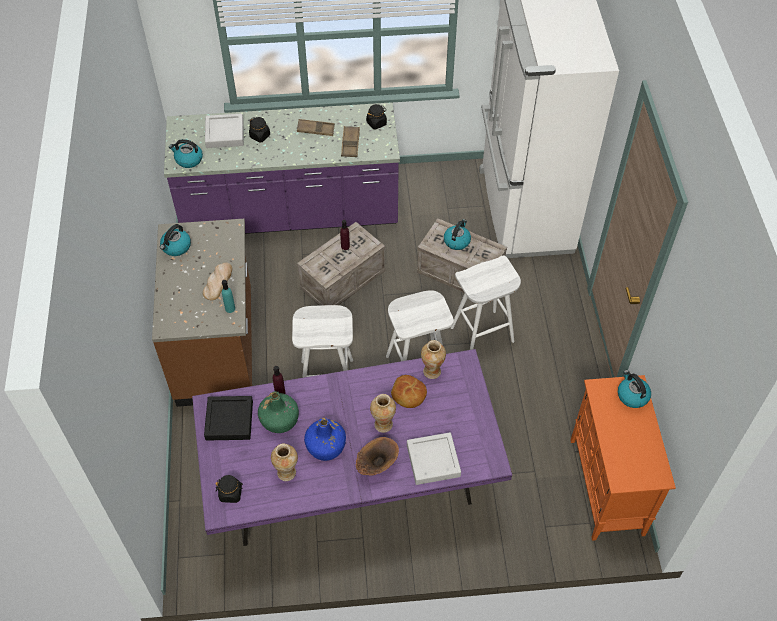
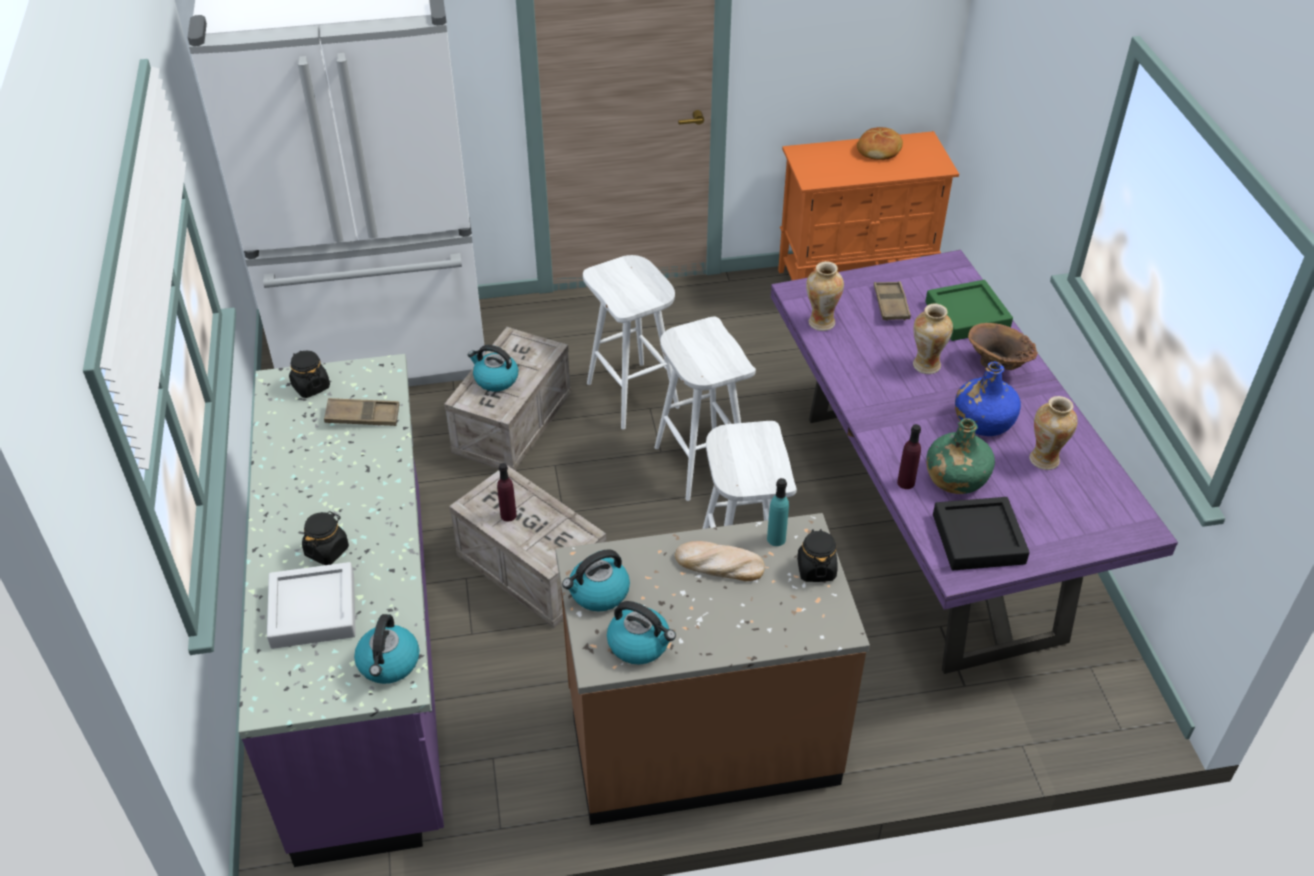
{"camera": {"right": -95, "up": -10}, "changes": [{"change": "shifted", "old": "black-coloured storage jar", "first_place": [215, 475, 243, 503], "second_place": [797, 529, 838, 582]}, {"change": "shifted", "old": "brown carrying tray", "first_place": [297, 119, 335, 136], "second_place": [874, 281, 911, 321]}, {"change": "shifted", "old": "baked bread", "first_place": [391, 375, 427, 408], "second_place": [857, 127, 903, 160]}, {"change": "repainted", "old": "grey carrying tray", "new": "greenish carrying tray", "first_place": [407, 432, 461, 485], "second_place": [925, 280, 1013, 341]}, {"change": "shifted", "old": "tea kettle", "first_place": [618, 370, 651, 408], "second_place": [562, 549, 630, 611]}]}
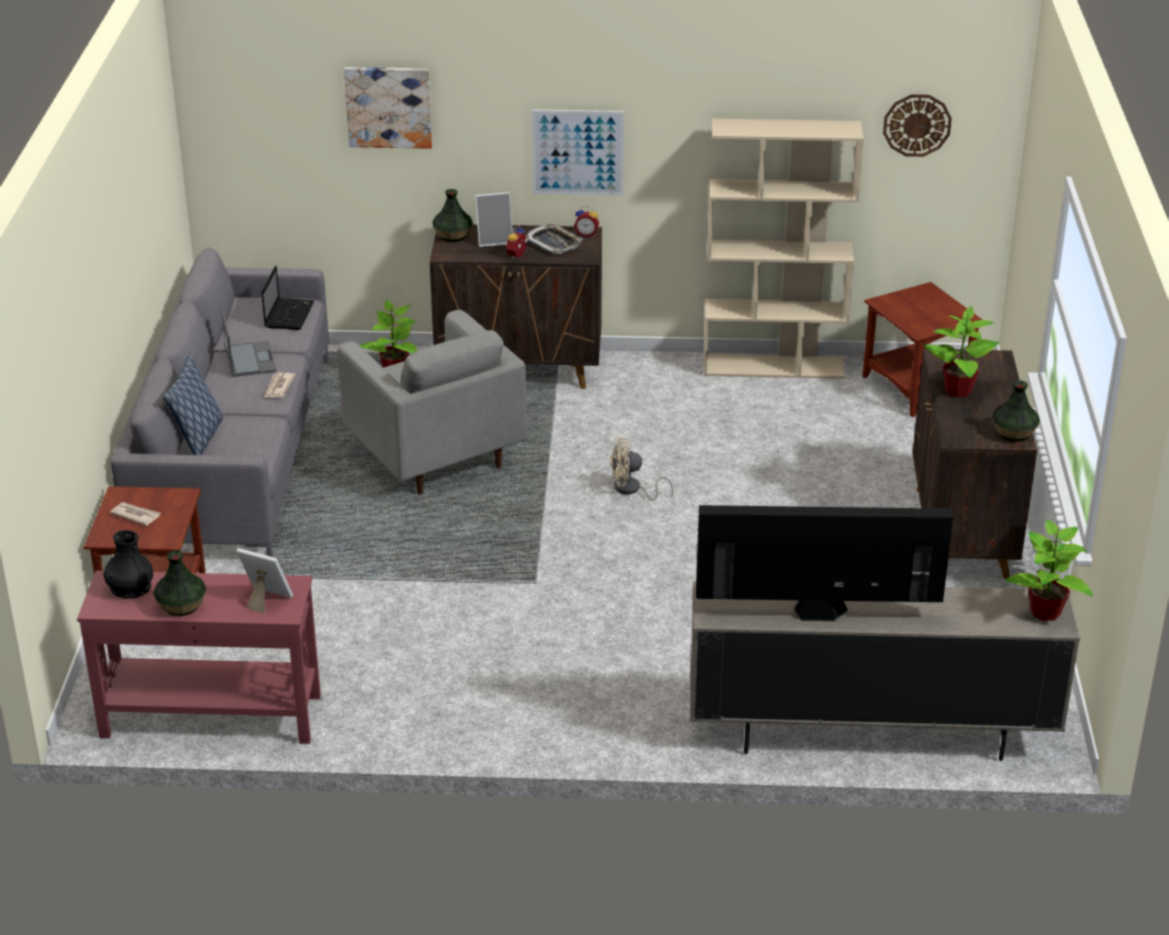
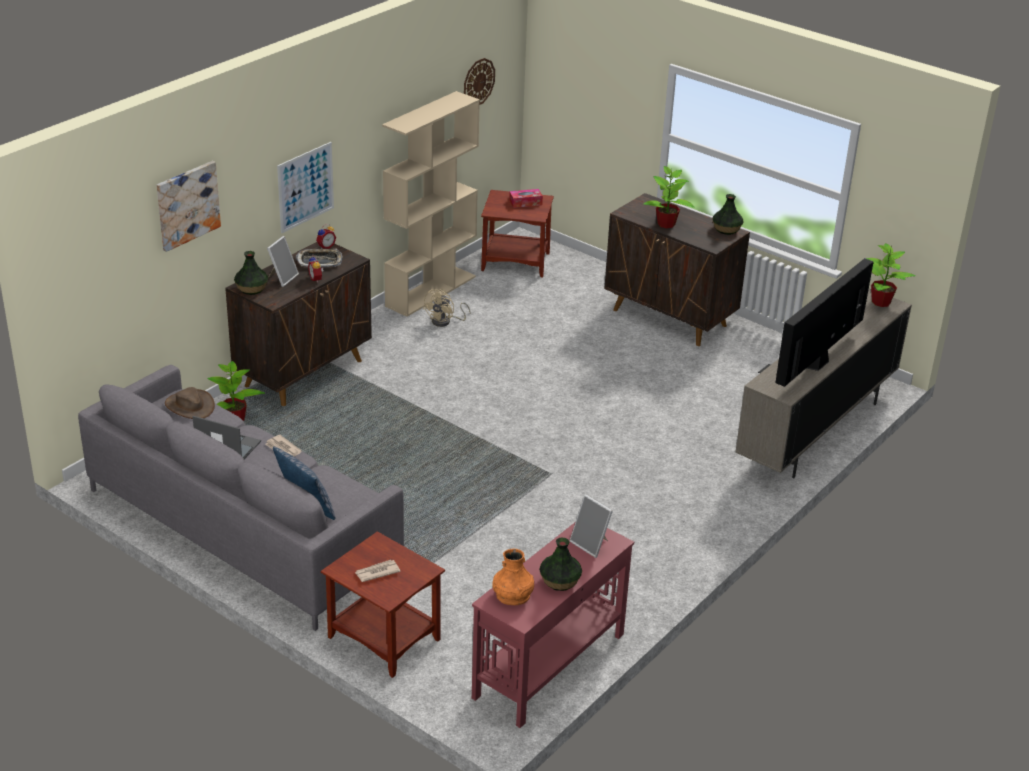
{"camera": {"right": -55, "up": 0}, "changes": [{"change": "repainted", "old": "black-coloured flower vase", "new": "orangey flower vase", "first_place": [103, 530, 153, 599], "second_place": [492, 549, 534, 605]}, {"change": "rotated", "old": "standing frame", "first_place": [236, 548, 293, 613], "second_place": [569, 494, 613, 558], "degrees": -105}, {"change": "swapped", "old": "portable computer", "new": "brown hat", "first_place": [261, 265, 314, 330], "second_place": [165, 387, 215, 419]}, {"change": "gone", "old": "grey easy chair", "first_place": [337, 310, 527, 495]}, {"change": "shifted", "old": "sand-coloured fan", "first_place": [610, 438, 674, 501], "second_place": [423, 289, 471, 327]}, {"change": "new", "new": "tissue box", "second_place": [509, 189, 543, 208]}]}
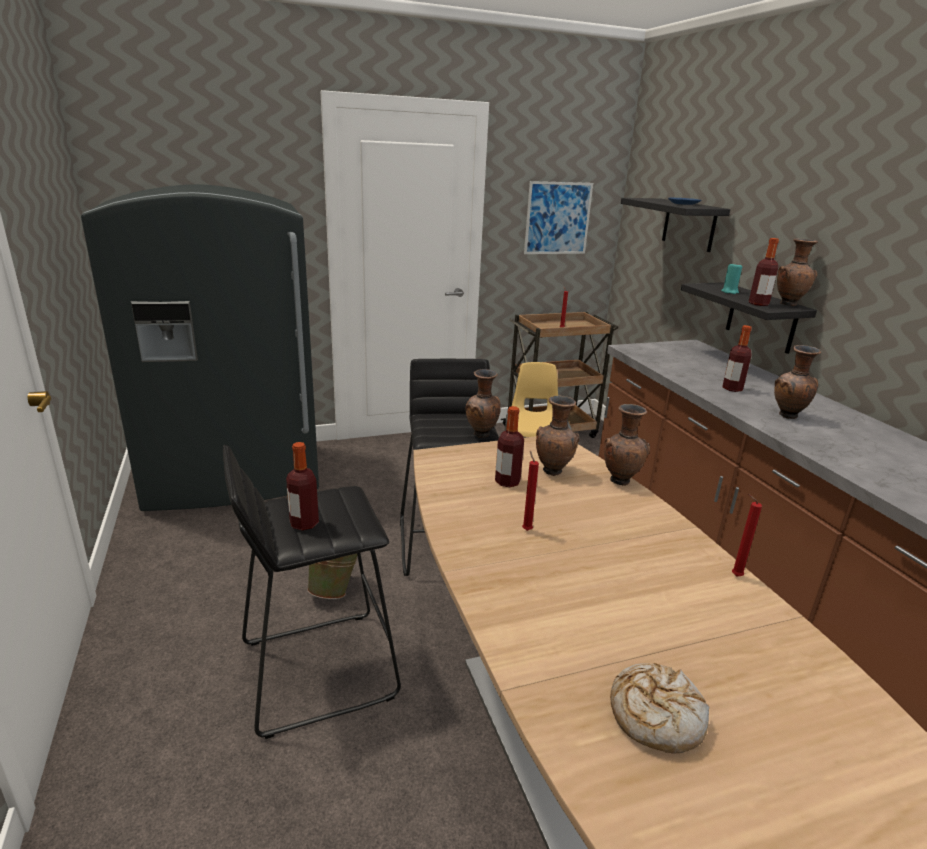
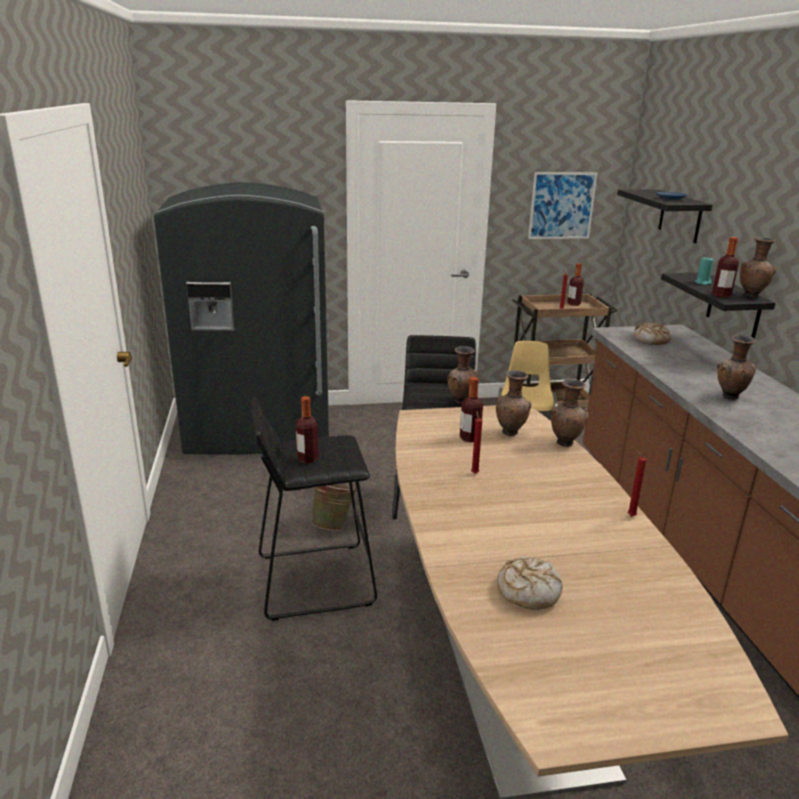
{"camera": {"right": 10, "up": 0}, "changes": [{"change": "shifted", "old": "drink bottle", "first_place": [722, 325, 752, 392], "second_place": [567, 263, 584, 306]}, {"change": "new", "new": "baked bread", "second_place": [634, 322, 671, 345]}]}
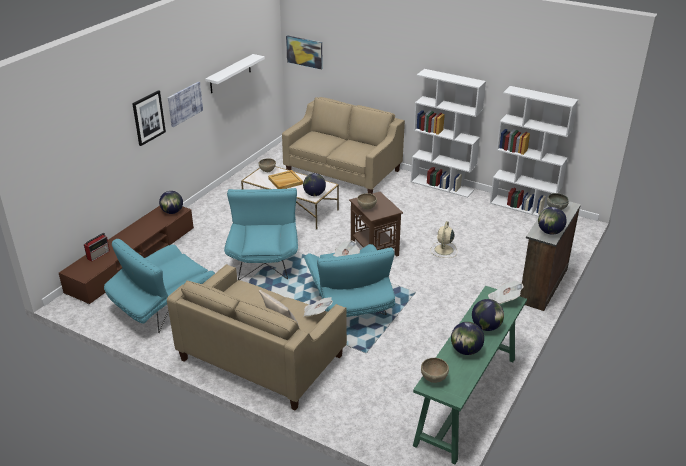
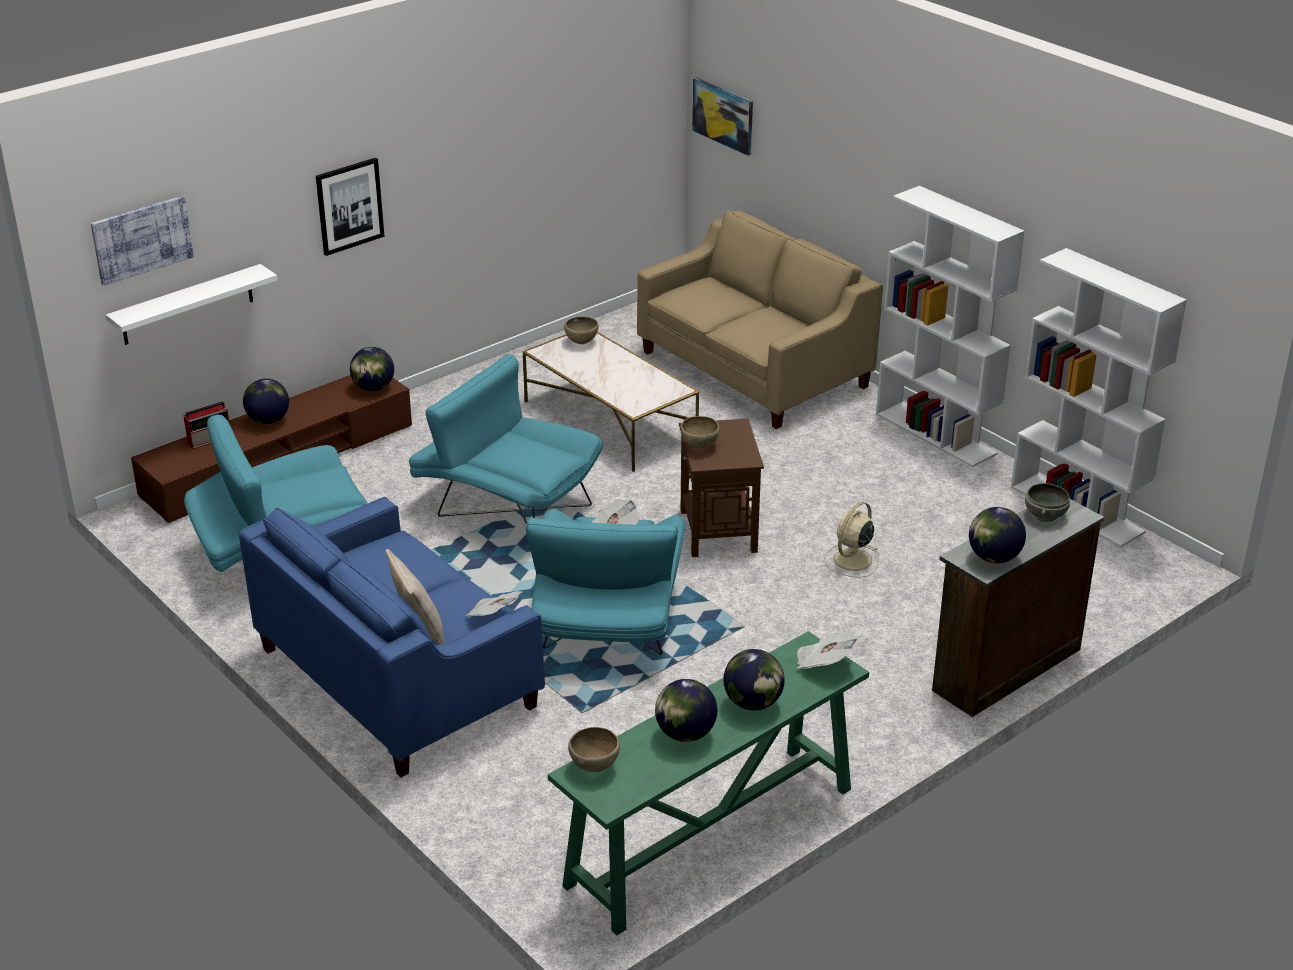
{"camera": {"right": 20, "up": 0}, "changes": [{"change": "repainted", "old": "sand-coloured couch", "new": "blue-coloured couch", "first_place": [167, 264, 347, 411], "second_place": [239, 497, 545, 777]}, {"change": "shifted", "old": "wall art", "first_place": [168, 81, 203, 127], "second_place": [91, 196, 194, 286]}, {"change": "shifted", "old": "whitish shelf", "first_place": [205, 54, 265, 93], "second_place": [106, 264, 278, 345]}, {"change": "rotated", "old": "turquoise easy chair", "first_place": [224, 188, 298, 280], "second_place": [409, 354, 603, 525], "degrees": -75}, {"change": "gone", "old": "sand-coloured carrying tray", "first_place": [268, 170, 303, 189]}, {"change": "shifted", "old": "globe", "first_place": [303, 173, 326, 196], "second_place": [243, 379, 289, 424]}]}
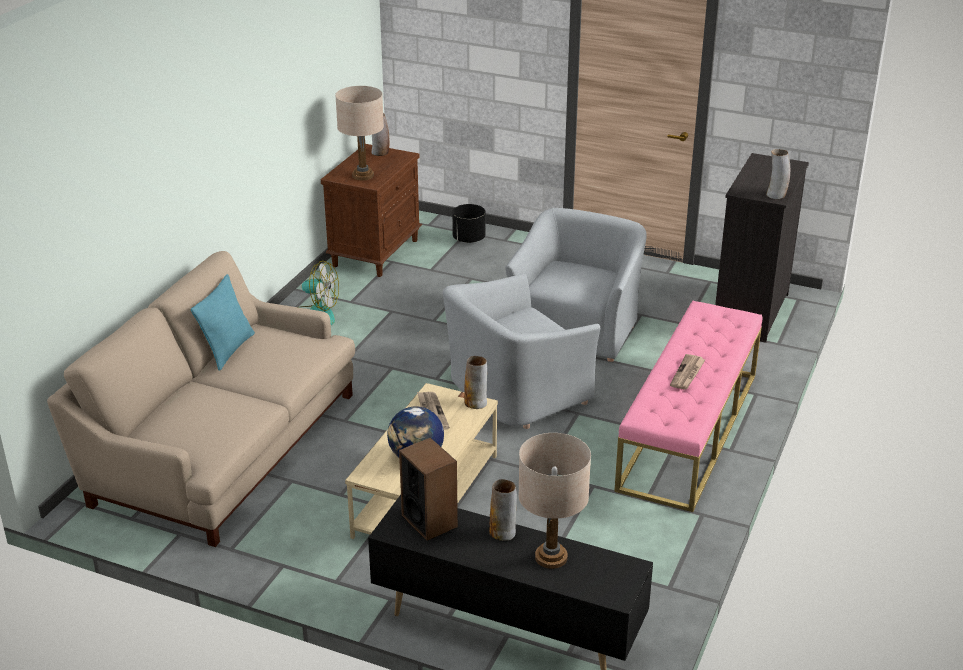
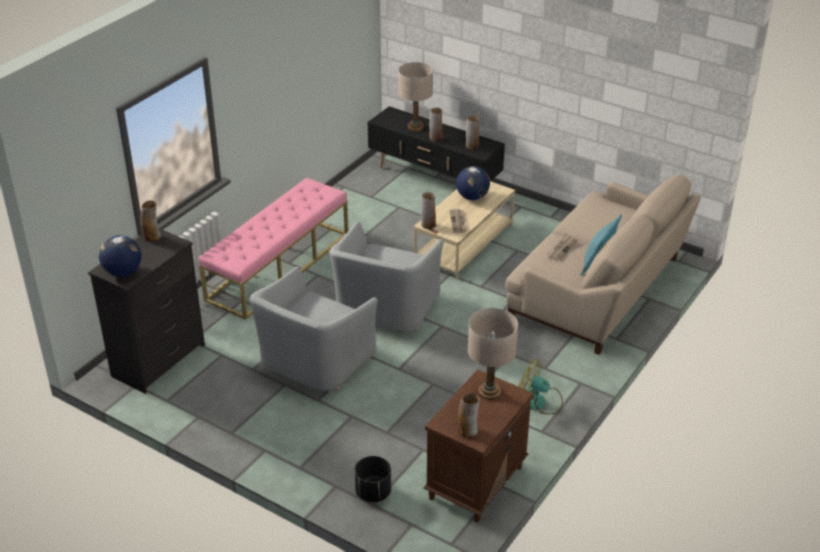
{"camera": {"right": -170, "up": 5}, "changes": [{"change": "swapped", "old": "loudspeaker", "new": "flower vase", "first_place": [399, 438, 458, 541], "second_place": [466, 115, 479, 150]}, {"change": "rotated", "old": "grey easy chair", "first_place": [443, 274, 600, 429], "second_place": [329, 221, 444, 332], "degrees": 135}, {"change": "shifted", "old": "newspaper", "first_place": [670, 354, 705, 390], "second_place": [547, 234, 578, 261]}, {"change": "new", "new": "globe", "second_place": [99, 235, 141, 277]}]}
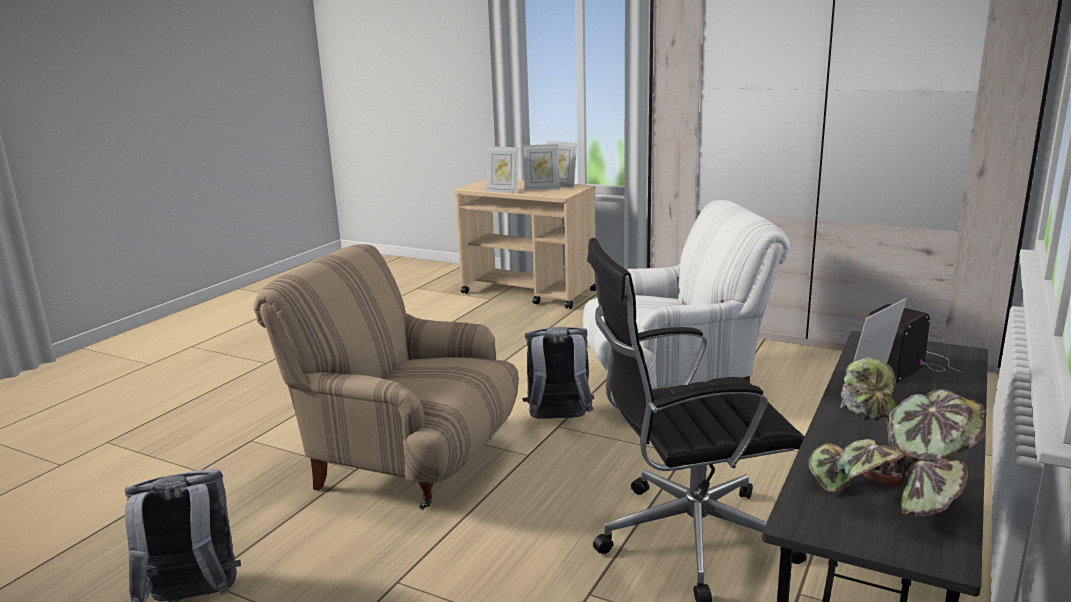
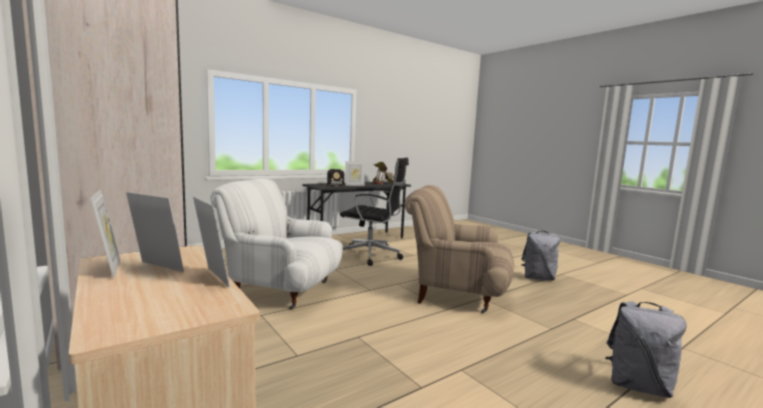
{"camera": {"right": -155, "up": -10}, "changes": [{"change": "rotated", "old": "sand-coloured easy chair", "first_place": [253, 244, 519, 510], "second_place": [404, 185, 514, 313], "degrees": 150}, {"change": "shifted", "old": "grey knapsack", "first_place": [522, 327, 594, 419], "second_place": [605, 301, 687, 398]}]}
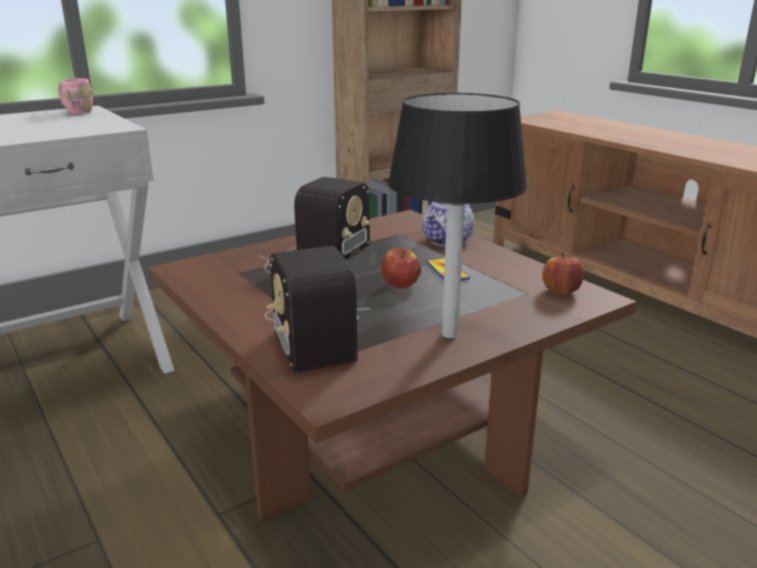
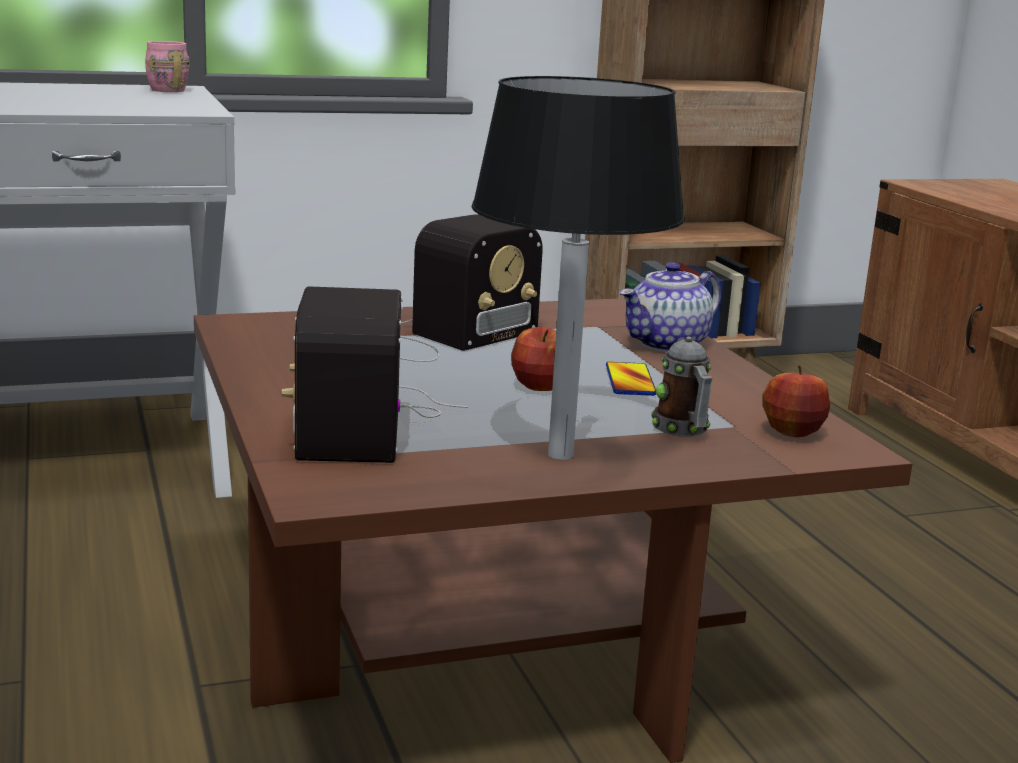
{"camera": {"right": 15, "up": -5}, "changes": [{"change": "new", "new": "coffee mug", "second_place": [651, 337, 712, 436]}]}
